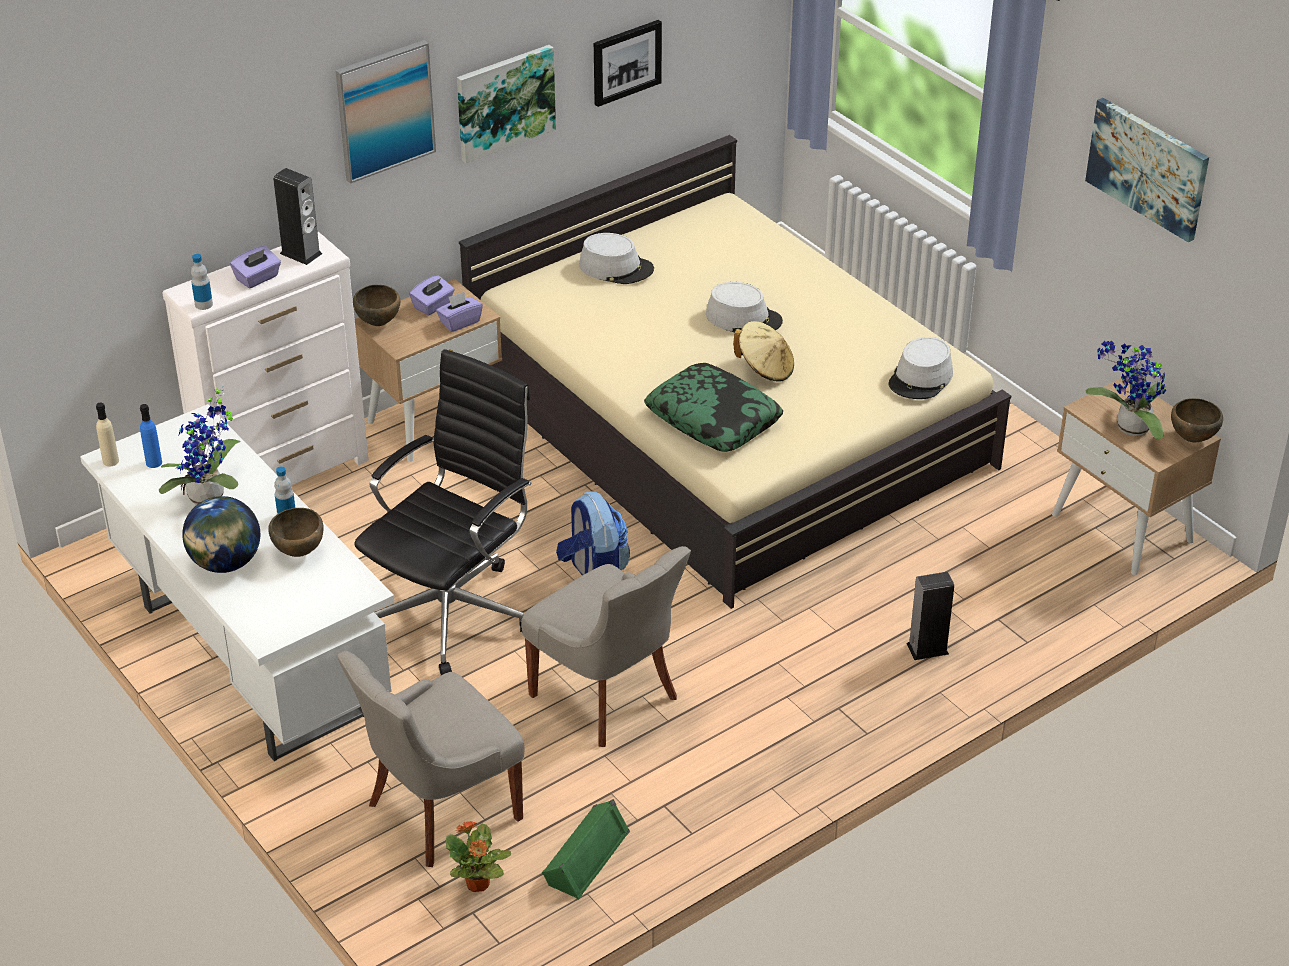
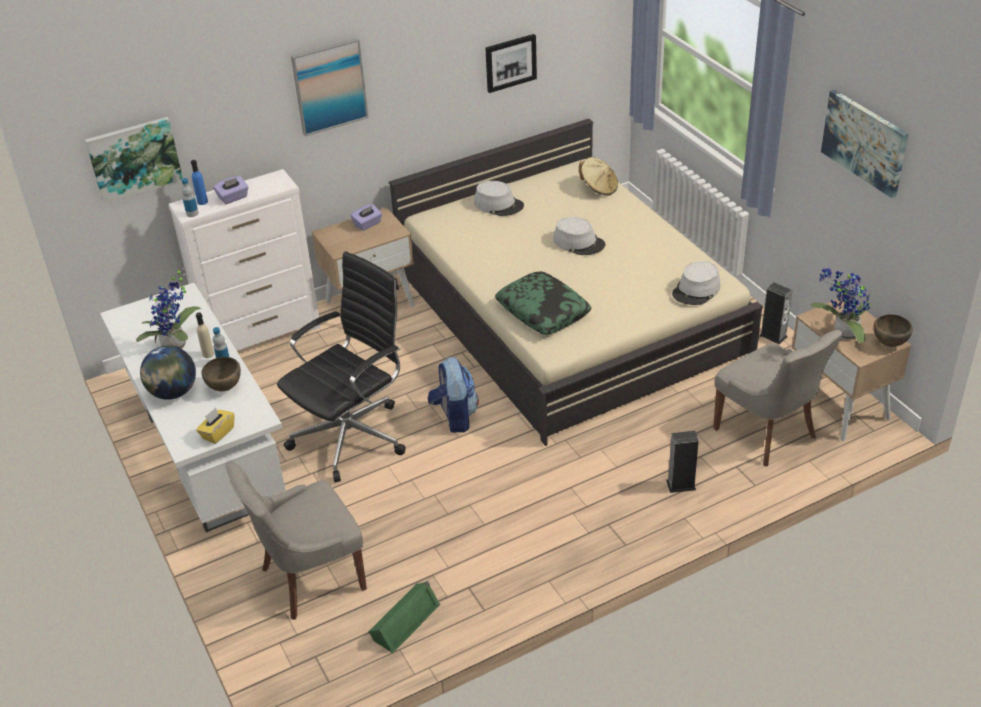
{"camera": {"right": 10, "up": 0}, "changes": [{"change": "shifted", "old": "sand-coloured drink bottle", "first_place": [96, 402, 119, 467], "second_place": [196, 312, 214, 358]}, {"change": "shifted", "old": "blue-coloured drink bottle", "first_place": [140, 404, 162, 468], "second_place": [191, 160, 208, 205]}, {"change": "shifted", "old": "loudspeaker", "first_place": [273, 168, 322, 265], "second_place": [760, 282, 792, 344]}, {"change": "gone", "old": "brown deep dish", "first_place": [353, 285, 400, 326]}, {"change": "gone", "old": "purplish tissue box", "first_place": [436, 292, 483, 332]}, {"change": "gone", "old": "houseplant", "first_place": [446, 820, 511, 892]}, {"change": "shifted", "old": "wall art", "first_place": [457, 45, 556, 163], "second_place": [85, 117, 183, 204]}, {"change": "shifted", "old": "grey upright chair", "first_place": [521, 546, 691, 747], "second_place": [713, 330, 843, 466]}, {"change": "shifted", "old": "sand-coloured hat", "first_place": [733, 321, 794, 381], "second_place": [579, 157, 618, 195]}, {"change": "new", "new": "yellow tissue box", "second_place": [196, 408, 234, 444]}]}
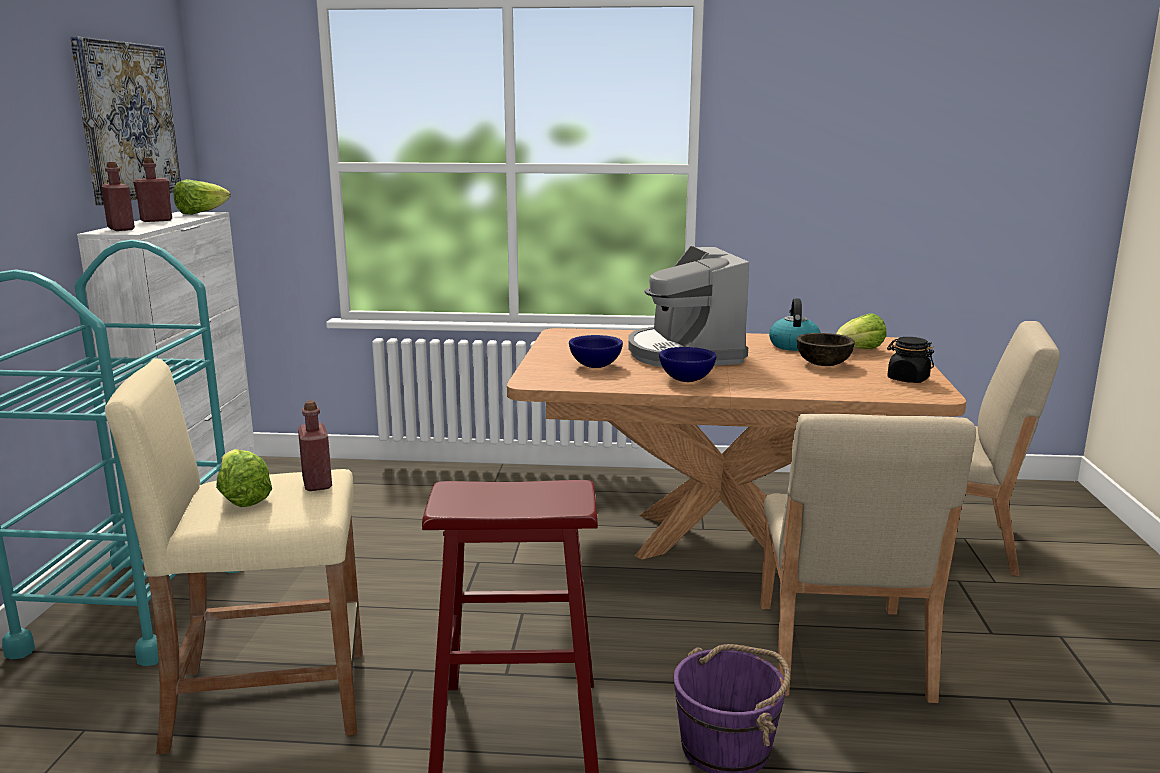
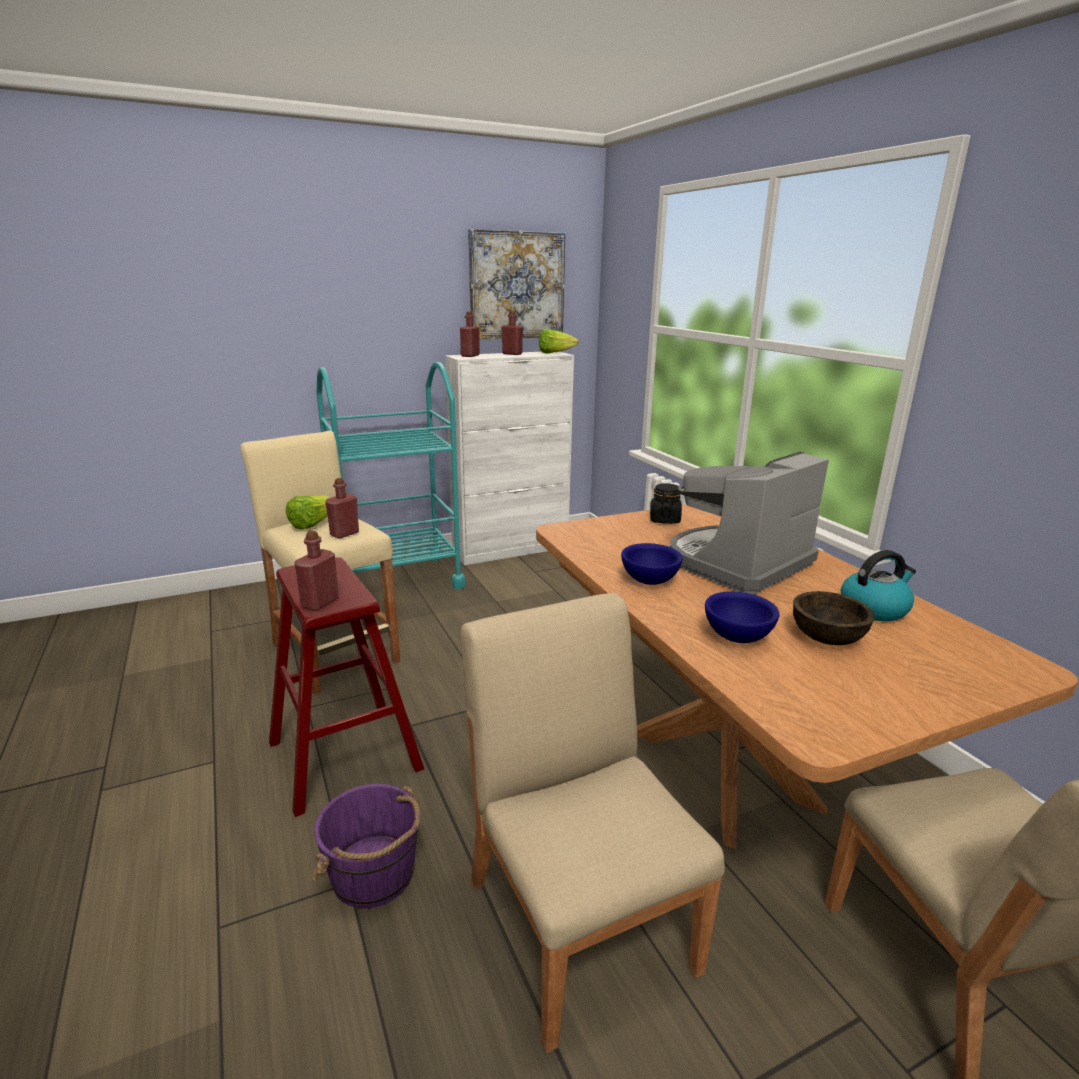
{"camera": {"right": 60, "up": 5}, "changes": [{"change": "shifted", "old": "blue-coloured deep dish", "first_place": [569, 335, 623, 368], "second_place": [705, 591, 779, 643]}, {"change": "rotated", "old": "sand-coloured upright chair", "first_place": [760, 414, 976, 703], "second_place": [461, 593, 725, 1053], "degrees": 90}, {"change": "gone", "old": "lettuce", "first_place": [836, 313, 887, 349]}, {"change": "shifted", "old": "black-coloured storage jar", "first_place": [887, 337, 934, 383], "second_place": [650, 483, 682, 524]}, {"change": "new", "new": "red drink bottle", "second_place": [294, 531, 339, 611]}]}
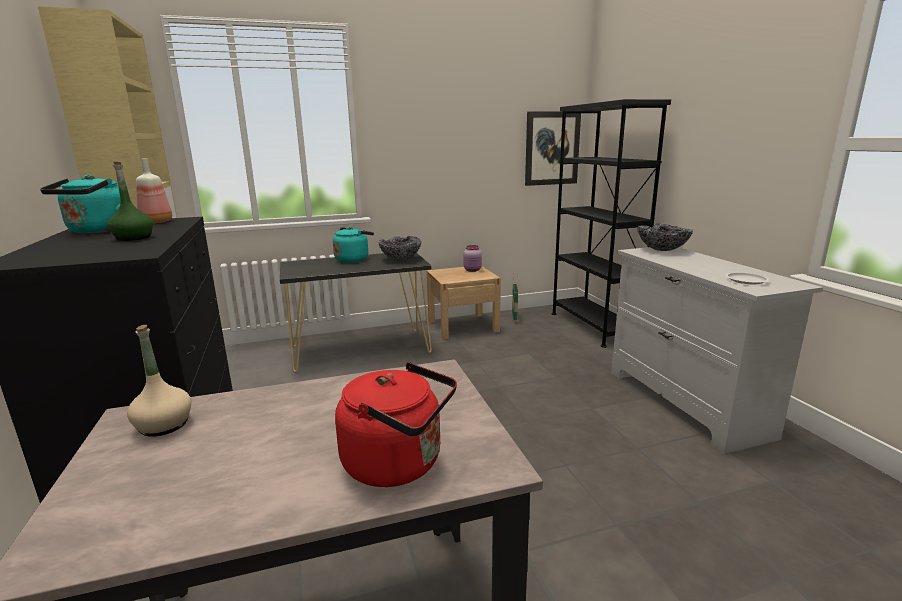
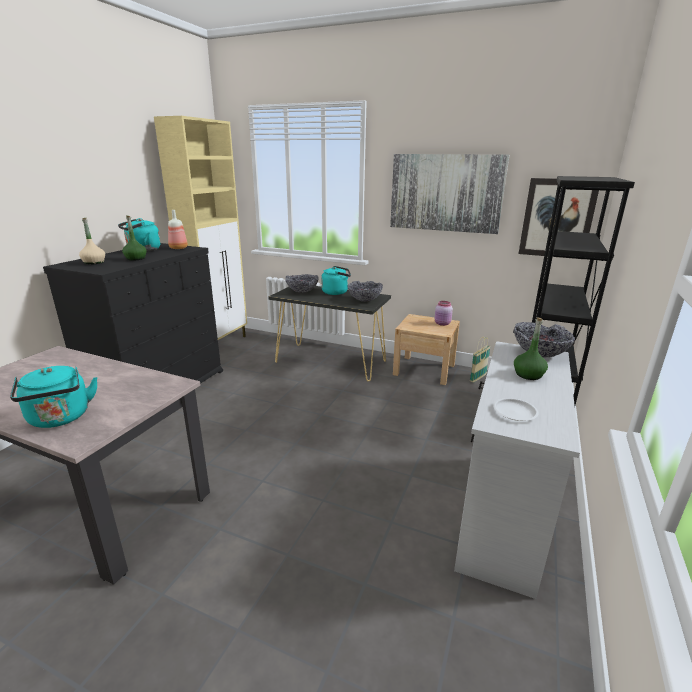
{"camera": {"right": 40, "up": 5}, "changes": [{"change": "shifted", "old": "sand-coloured drink bottle", "first_place": [127, 325, 192, 437], "second_place": [79, 218, 105, 265]}, {"change": "repainted", "old": "red tea kettle", "new": "turquoise tea kettle", "first_place": [335, 362, 457, 487], "second_place": [10, 366, 98, 428]}, {"change": "new", "new": "deep dish", "second_place": [285, 274, 319, 293]}, {"change": "new", "new": "wall art", "second_place": [390, 154, 509, 234]}, {"change": "new", "new": "greenish drink bottle", "second_place": [514, 317, 548, 380]}]}
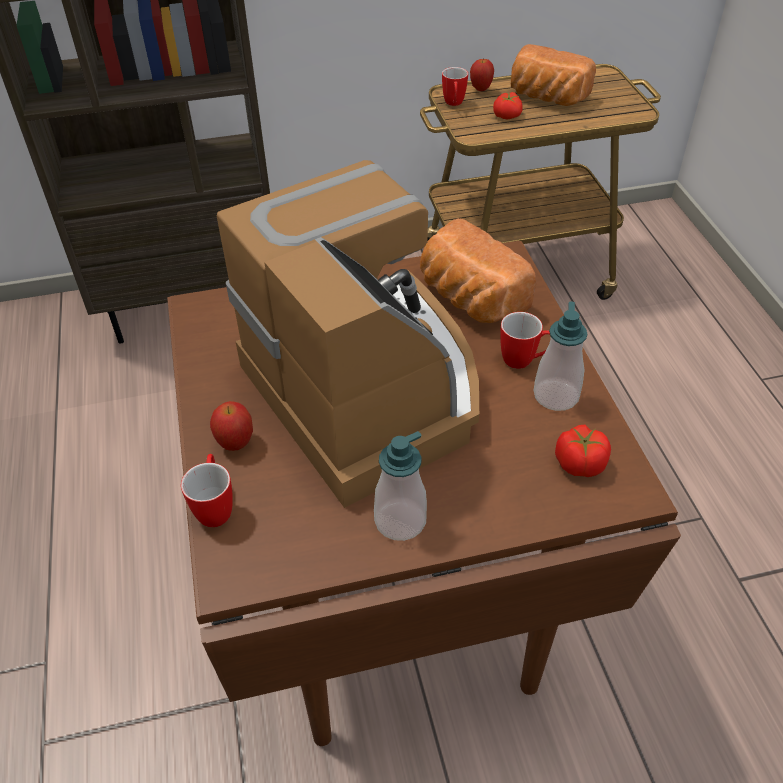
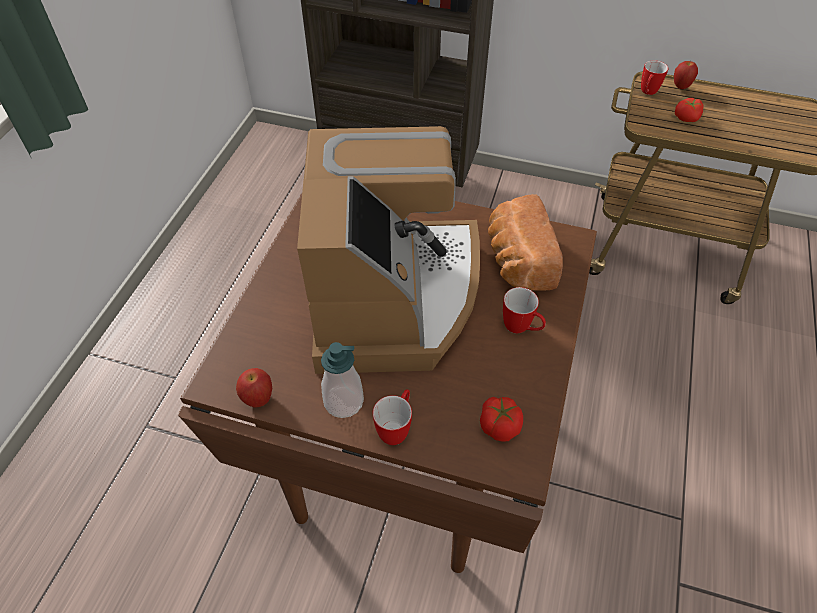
{"camera": {"right": 30, "up": 5}, "changes": [{"change": "shifted", "old": "coffee mug", "first_place": [181, 454, 233, 527], "second_place": [373, 389, 412, 445]}, {"change": "shifted", "old": "apple fruit", "first_place": [210, 401, 253, 451], "second_place": [236, 368, 272, 408]}, {"change": "gone", "old": "baked bread", "first_place": [511, 44, 596, 106]}, {"change": "gone", "old": "soap bottle", "first_place": [534, 302, 588, 411]}]}
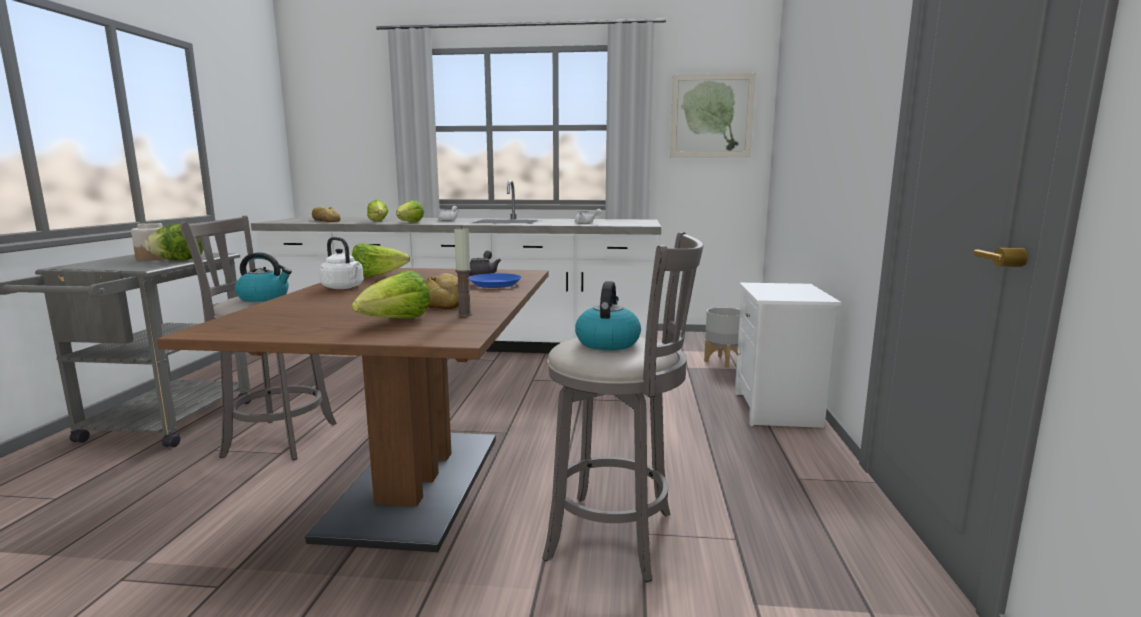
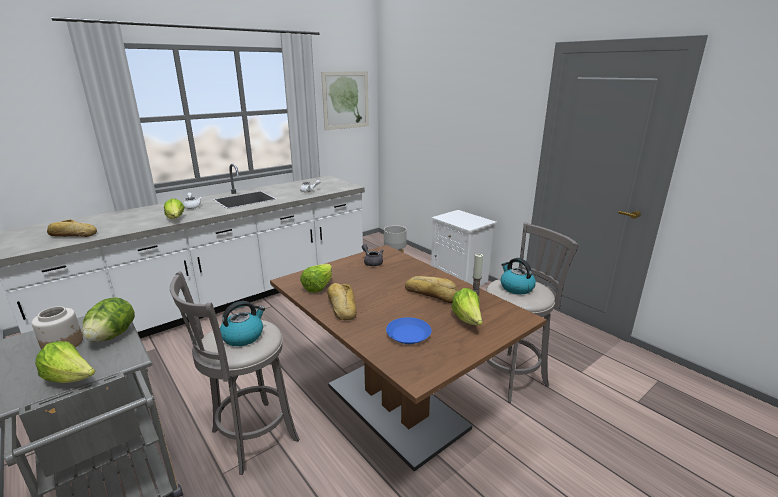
{"camera": {"right": -45, "up": 10}, "changes": [{"change": "swapped", "old": "whitish tea kettle", "new": "baked bread", "first_place": [319, 237, 364, 289], "second_place": [327, 283, 357, 320]}, {"change": "shifted", "old": "lettuce", "first_place": [367, 200, 388, 221], "second_place": [35, 341, 95, 383]}, {"change": "shifted", "old": "blue-coloured dinner plate", "first_place": [469, 273, 522, 288], "second_place": [386, 317, 431, 344]}]}
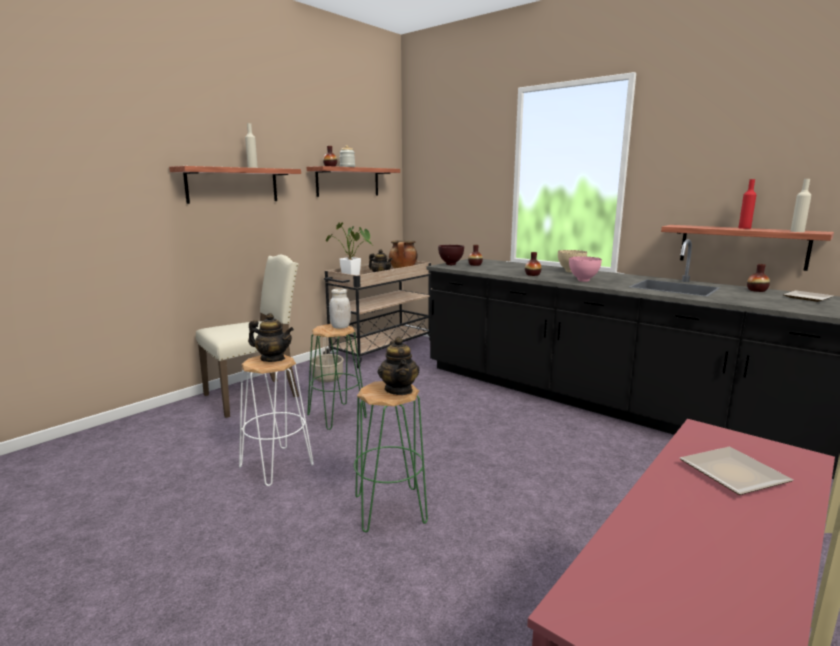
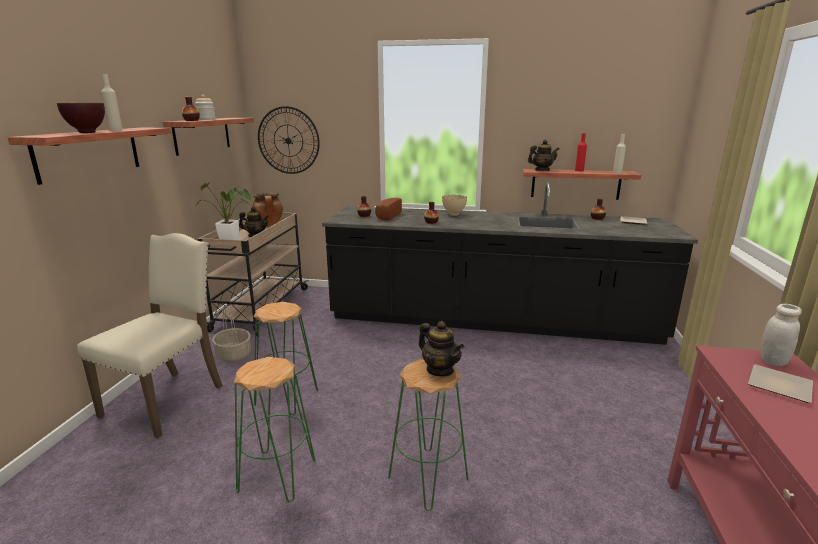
{"camera": {"right": -30, "up": 5}, "changes": [{"change": "repainted", "old": "whitish stool seat", "new": "greenish stool seat", "first_place": [239, 354, 314, 486], "second_place": [234, 357, 315, 502]}, {"change": "shifted", "old": "pot for tea", "first_place": [248, 313, 294, 362], "second_place": [528, 140, 559, 171]}, {"change": "shifted", "old": "whitish storage jar", "first_place": [329, 289, 351, 329], "second_place": [760, 304, 802, 366]}, {"change": "shifted", "old": "brown deep dish", "first_place": [438, 245, 464, 265], "second_place": [57, 103, 105, 133]}, {"change": "gone", "old": "pink deep dish", "first_place": [569, 256, 602, 282]}, {"change": "new", "new": "wall clock", "second_place": [258, 106, 320, 174]}, {"change": "new", "new": "baked bread", "second_place": [375, 198, 402, 220]}]}
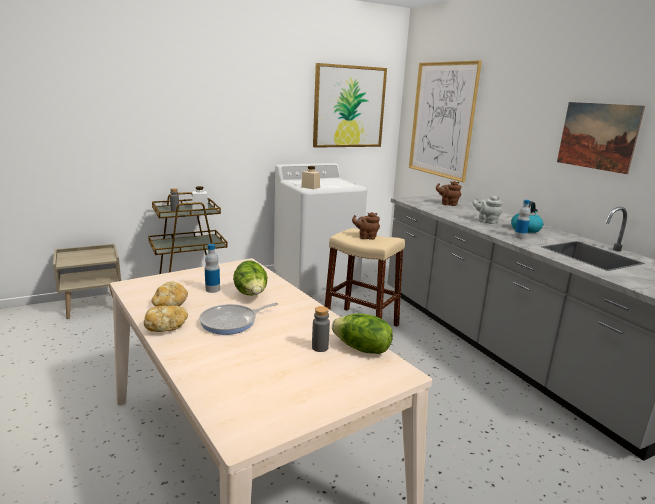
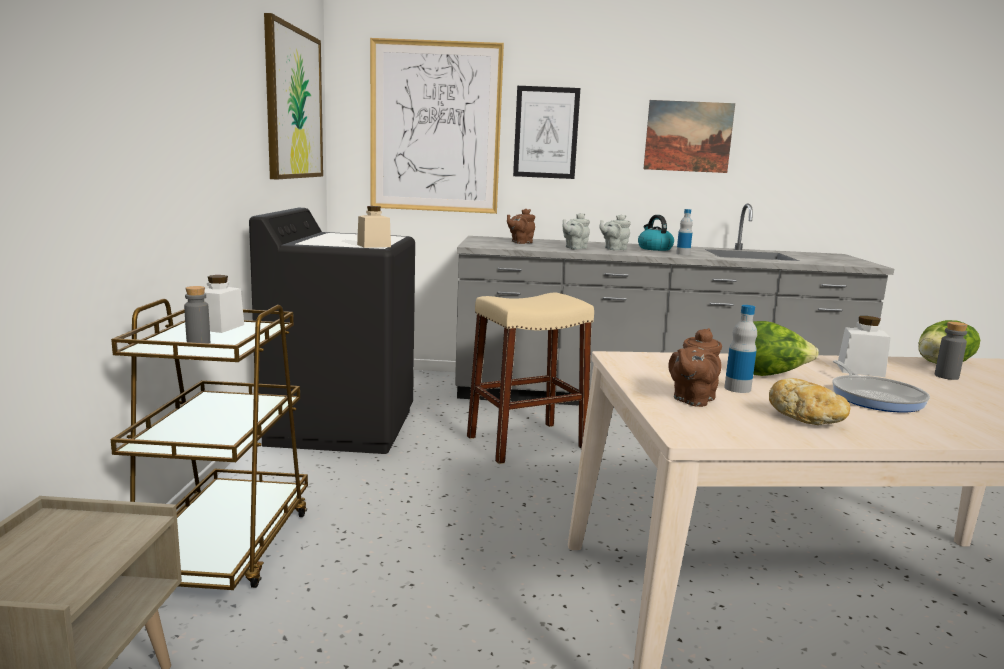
{"camera": {"right": -60, "up": -5}, "changes": [{"change": "gone", "old": "baked bread", "first_place": [144, 305, 188, 332]}, {"change": "repainted", "old": "whitish laundry appliance", "new": "black-coloured laundry appliance", "first_place": [274, 163, 367, 296], "second_place": [249, 208, 415, 454]}, {"change": "shifted", "old": "brown pot for tea", "first_place": [352, 212, 380, 240], "second_place": [668, 328, 722, 407]}, {"change": "new", "new": "wall art", "second_place": [513, 86, 580, 179]}, {"change": "new", "new": "grey pot for tea", "second_place": [563, 213, 590, 250]}, {"change": "new", "new": "whitish storage jar", "second_place": [837, 316, 891, 377]}]}
